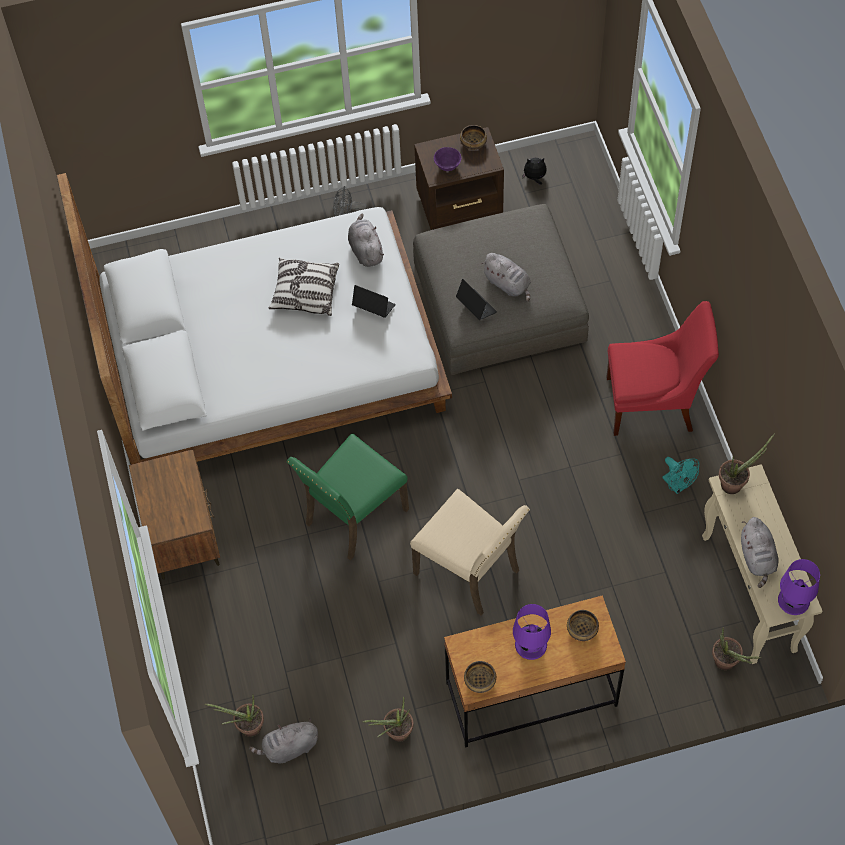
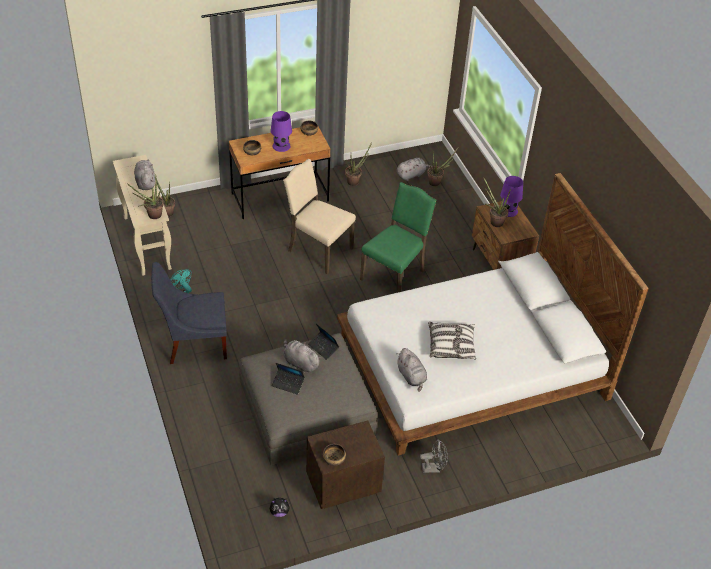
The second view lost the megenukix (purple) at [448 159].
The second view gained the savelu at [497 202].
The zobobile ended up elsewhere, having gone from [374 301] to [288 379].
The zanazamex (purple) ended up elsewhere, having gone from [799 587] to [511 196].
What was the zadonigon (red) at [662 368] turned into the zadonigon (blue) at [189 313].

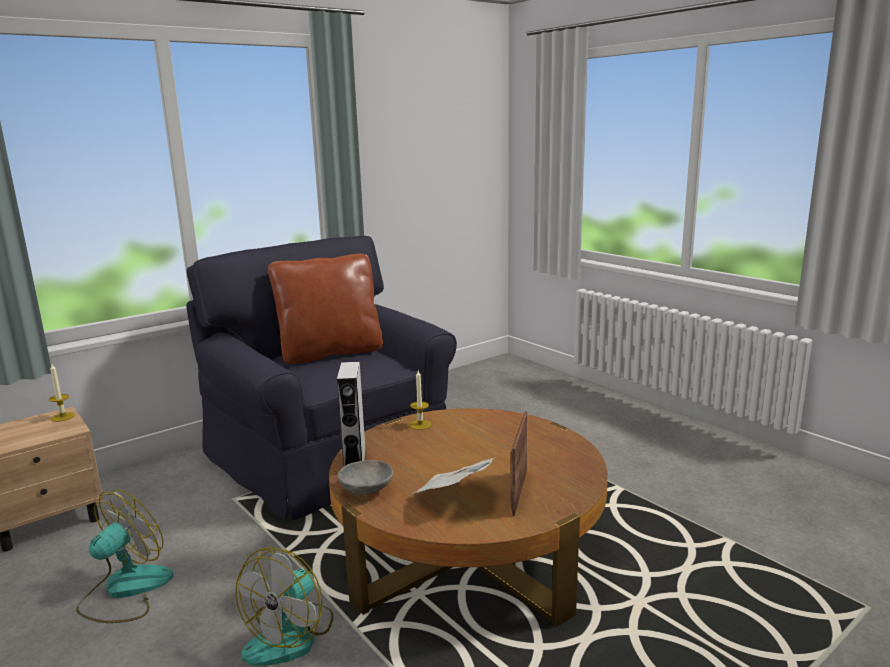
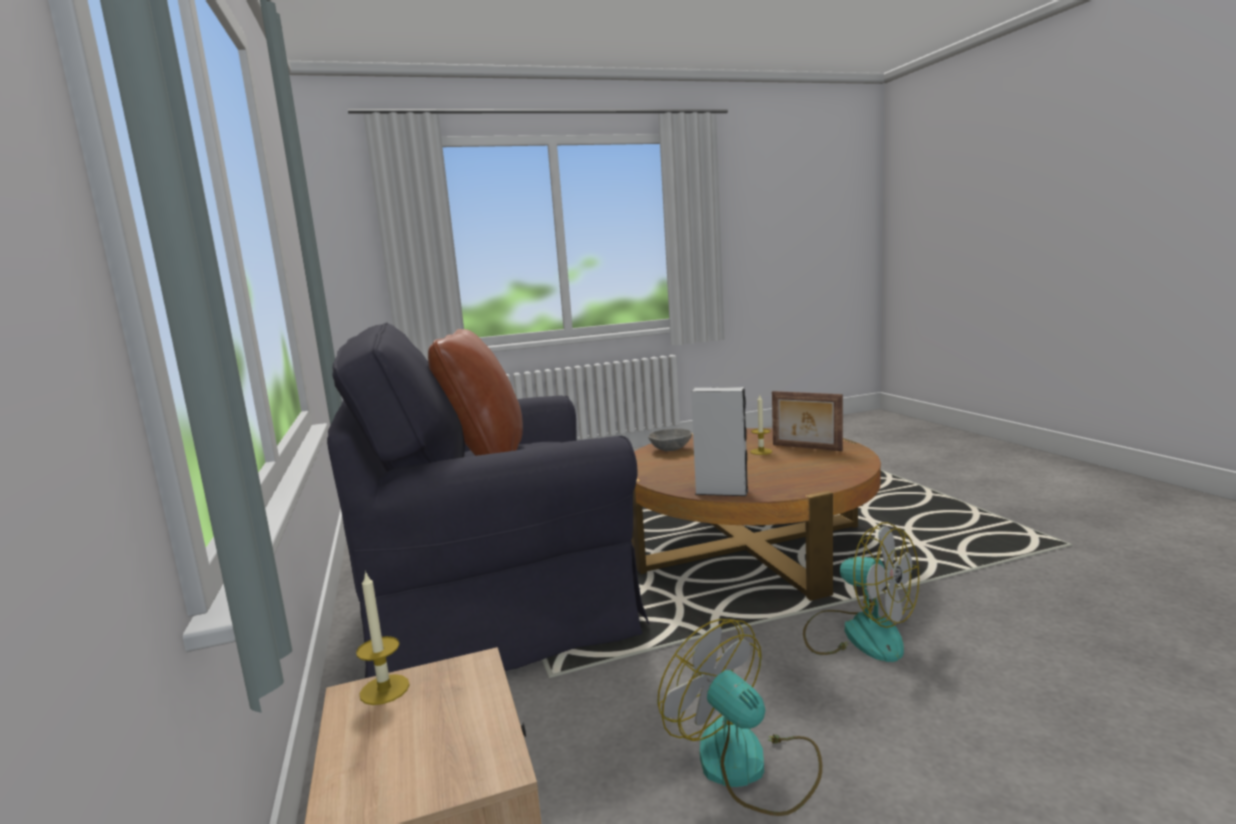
The second view lost the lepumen at [453 475].
The megenukix (grey) ended up elsewhere, having gone from [365 477] to [670 439].
The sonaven ended up elsewhere, having gone from [420 400] to [761 425].

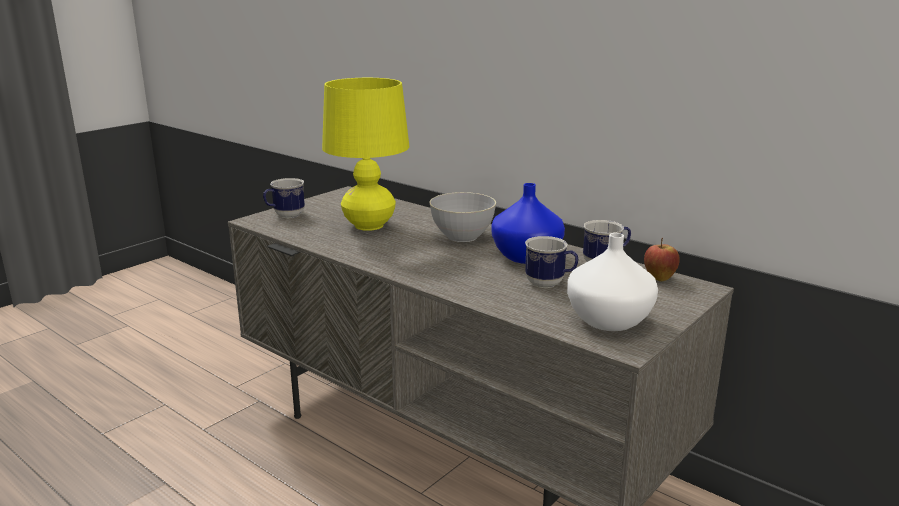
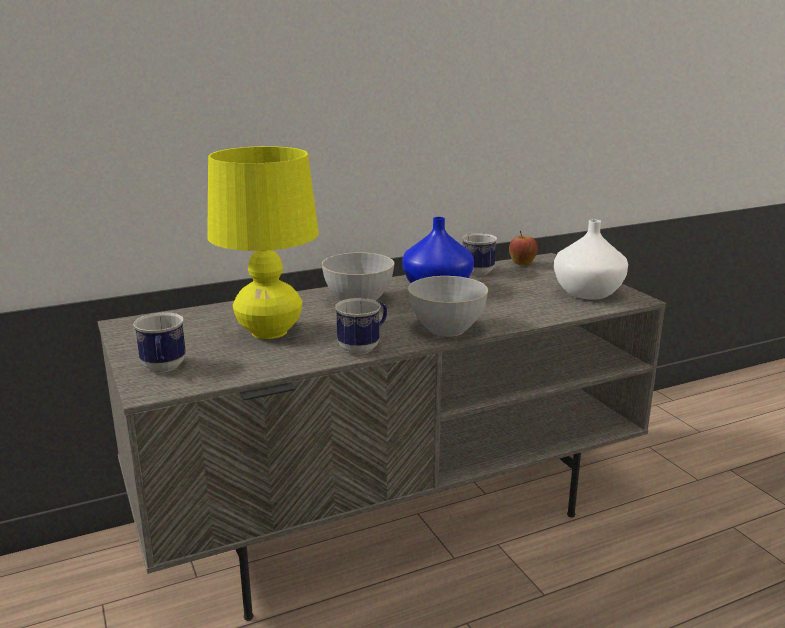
The second view gained the megenukix (grey) at [448 306].
The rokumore ended up elsewhere, having gone from [551 262] to [361 326].

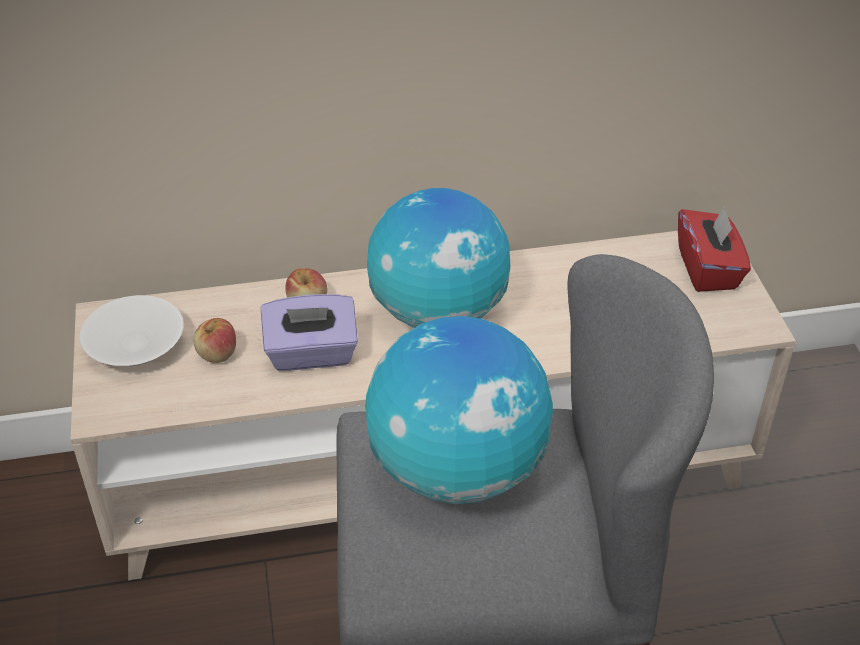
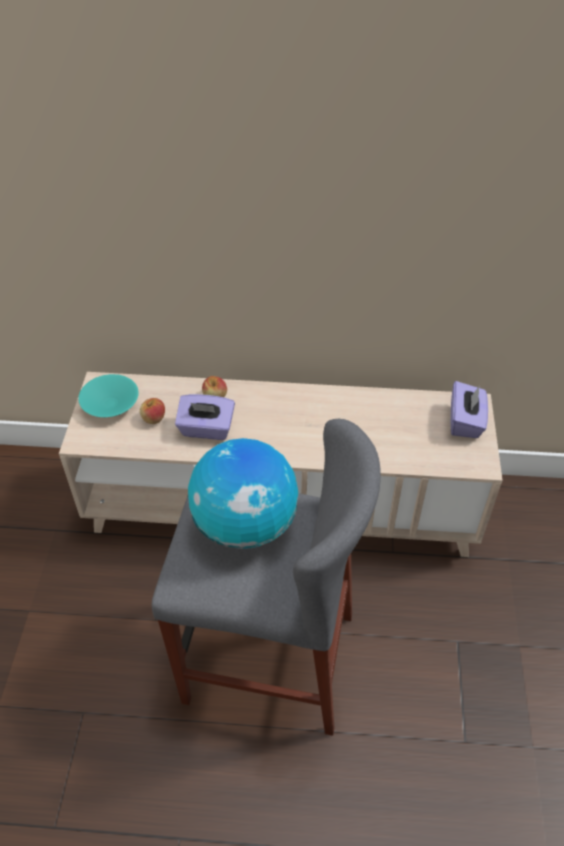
The second view lost the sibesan at [439 258].
What was the megenukix (white) at [132 330] turned into the megenukix (turquoise) at [108 395].
What was the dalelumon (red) at [714 249] turned into the dalelumon (purple) at [469 409].

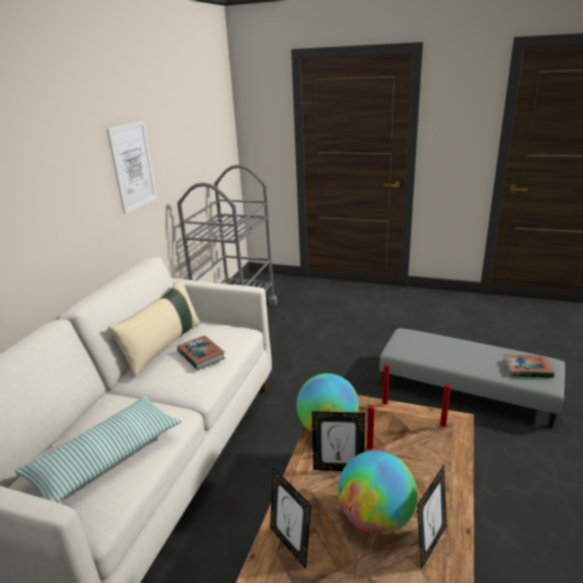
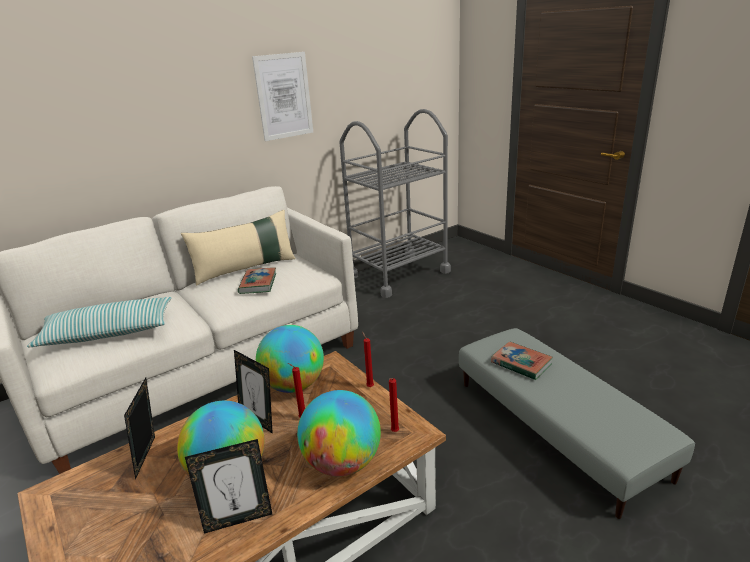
The second view gained the sibesan at [339 433].
The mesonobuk ended up elsewhere, having gone from [529 366] to [522 360].

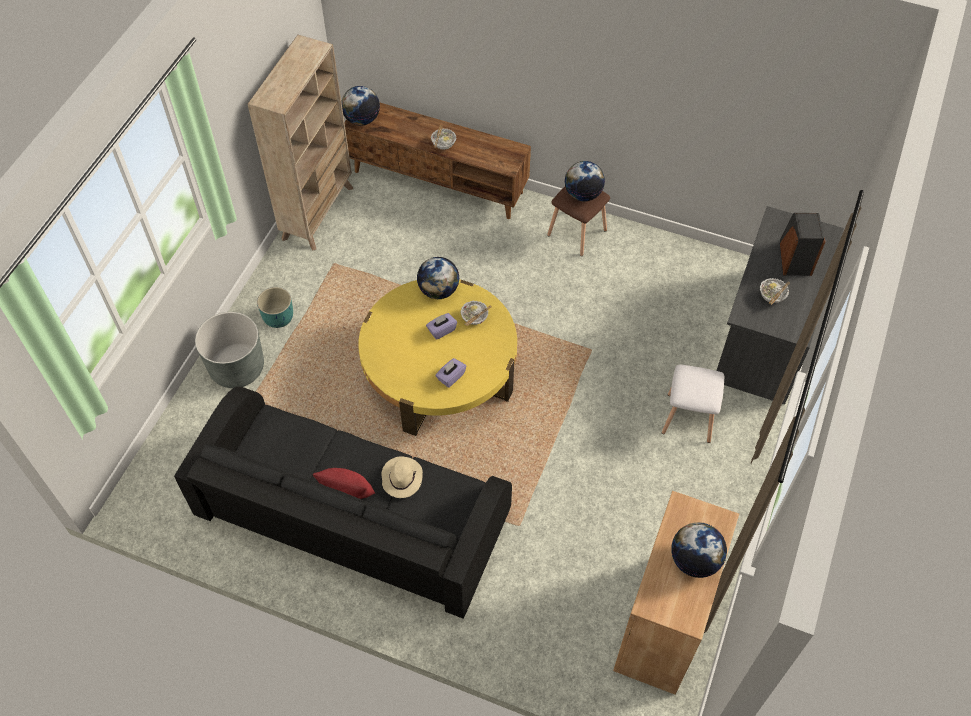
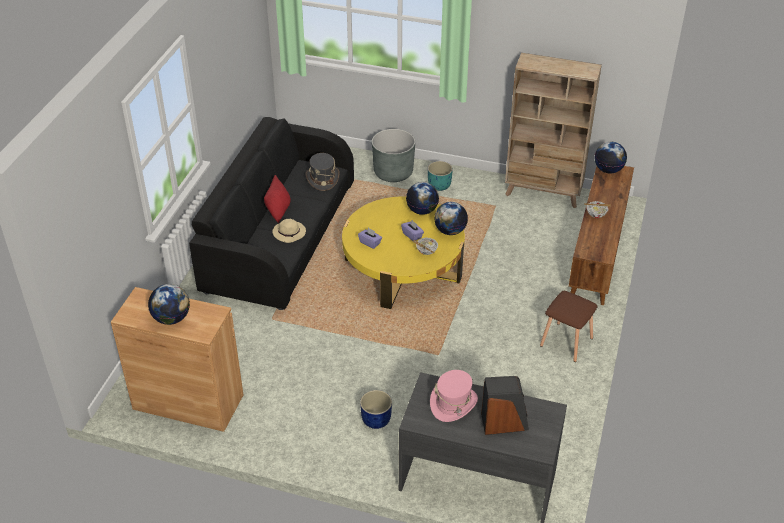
The second view gained the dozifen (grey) at [322 172].
The sibesan ended up elsewhere, having gone from [585 181] to [422 198].
Where the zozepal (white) stood at [693 403], the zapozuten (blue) came to stand at [376 409].
Where the megenukix stood at [775 291], the dozifen (pink) came to stand at [454 396].

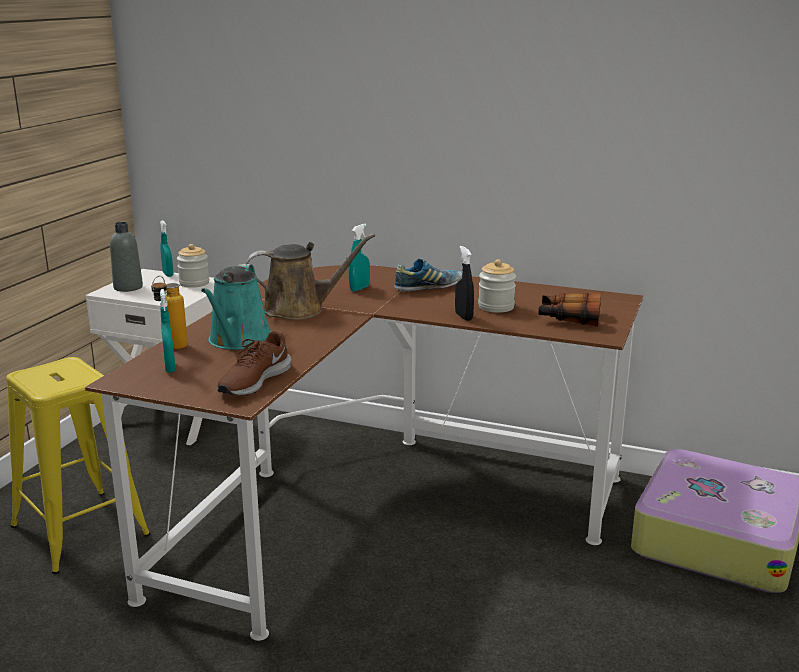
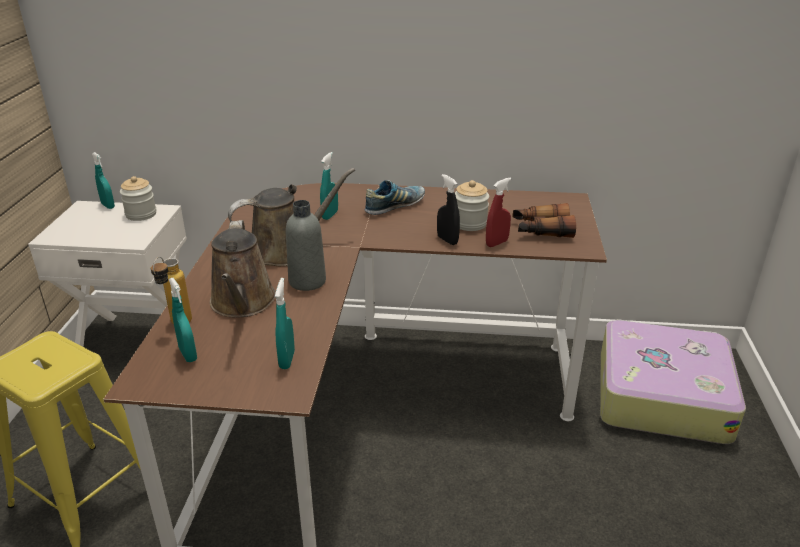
The second view gained the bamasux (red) at [498 212].
The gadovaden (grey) ended up elsewhere, having gone from [126 257] to [306 245].
Where the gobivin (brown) stood at [254 363], the bamasux (turquoise) came to stand at [285 323].
What was the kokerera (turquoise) at [236 307] turned into the kokerera (brown) at [243 269].

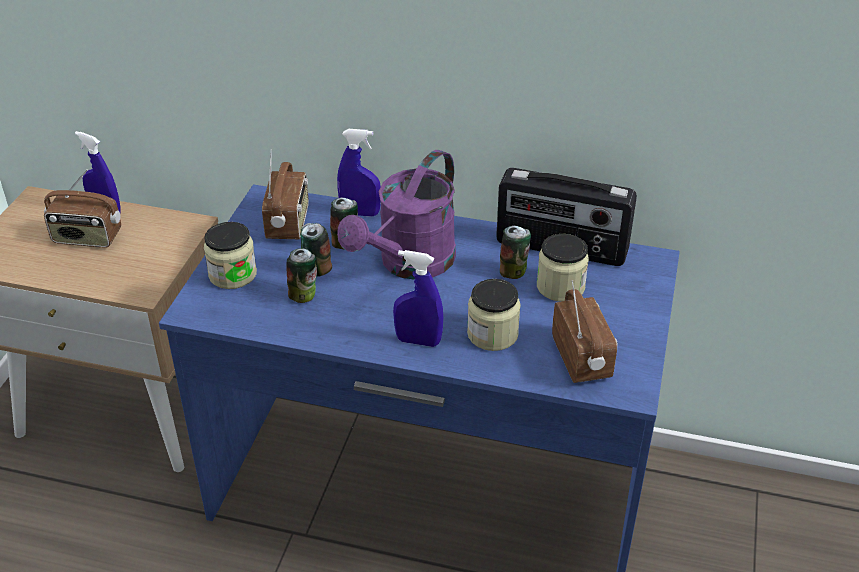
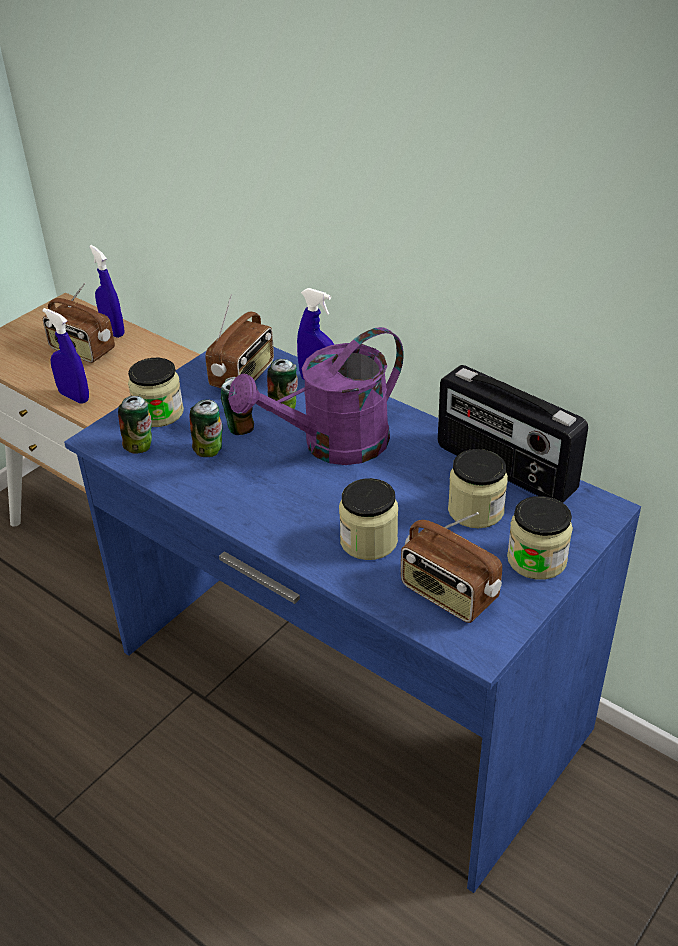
The second view gained the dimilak at [540 538].
The bamasux (blue) ended up elsewhere, having gone from [418 298] to [65 356].
The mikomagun ended up elsewhere, having gone from [515 252] to [135 425].
The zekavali at [584 332] ended up facing another way, 120 degrees clockwise from before.

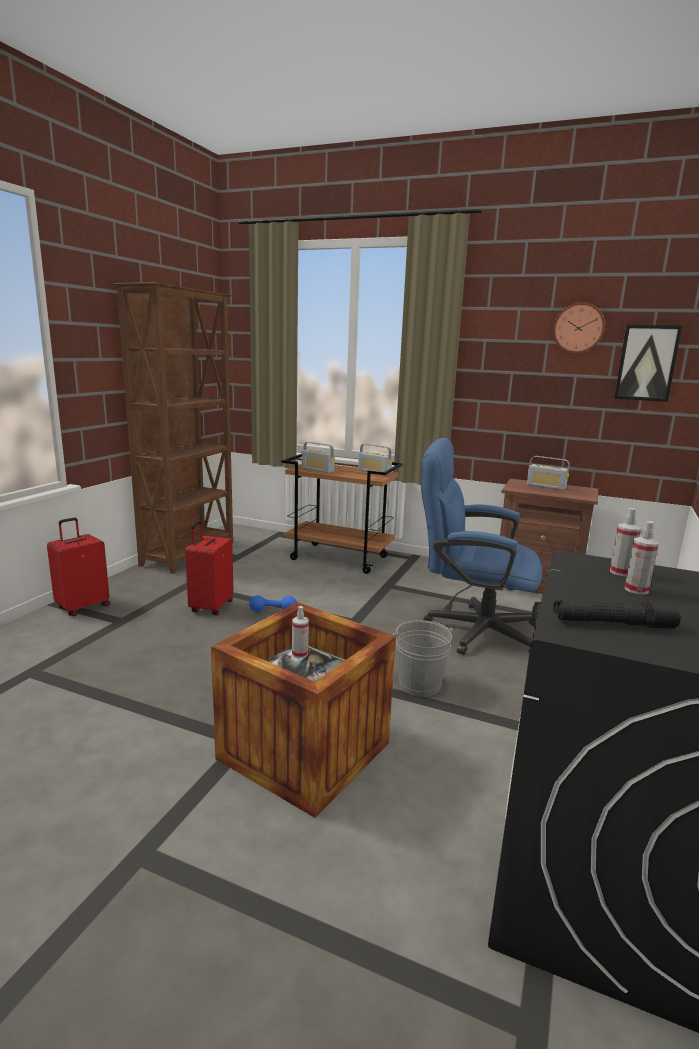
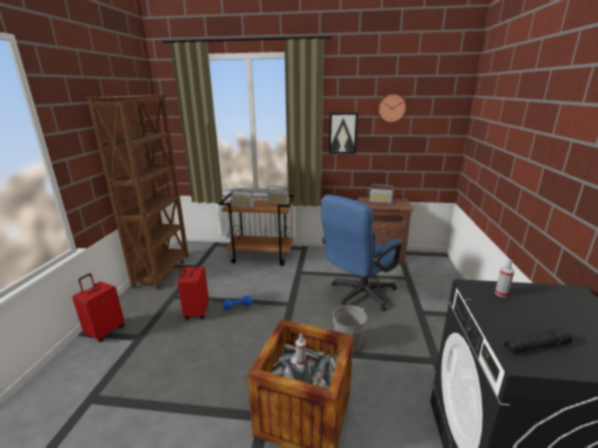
The second view lost the bamasux at [642 558].
The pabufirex ended up elsewhere, having gone from [648 363] to [343 133].
The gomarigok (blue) at [481 546] ended up facing another way, 45 degrees counterclockwise from before.

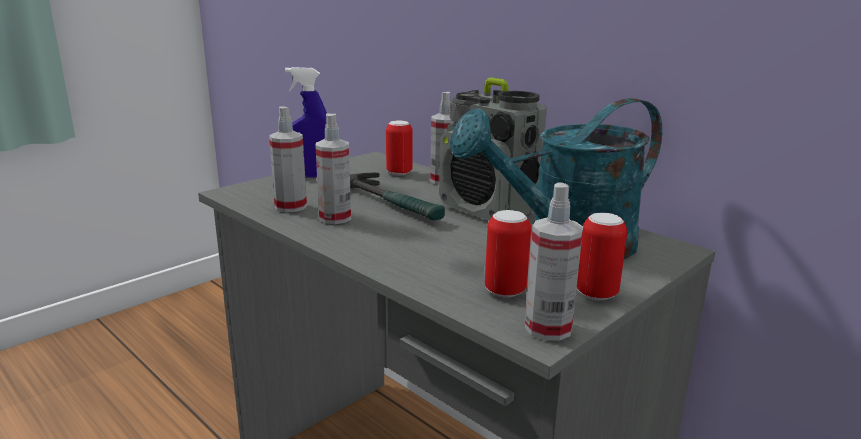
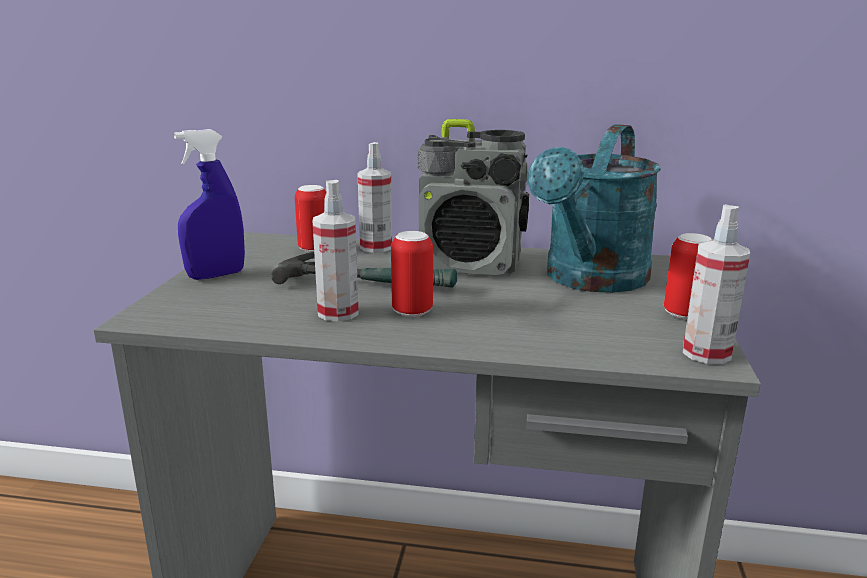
The second view lost the bamasux at [288 159].
The mikomagun ended up elsewhere, having gone from [508 254] to [412 274].

